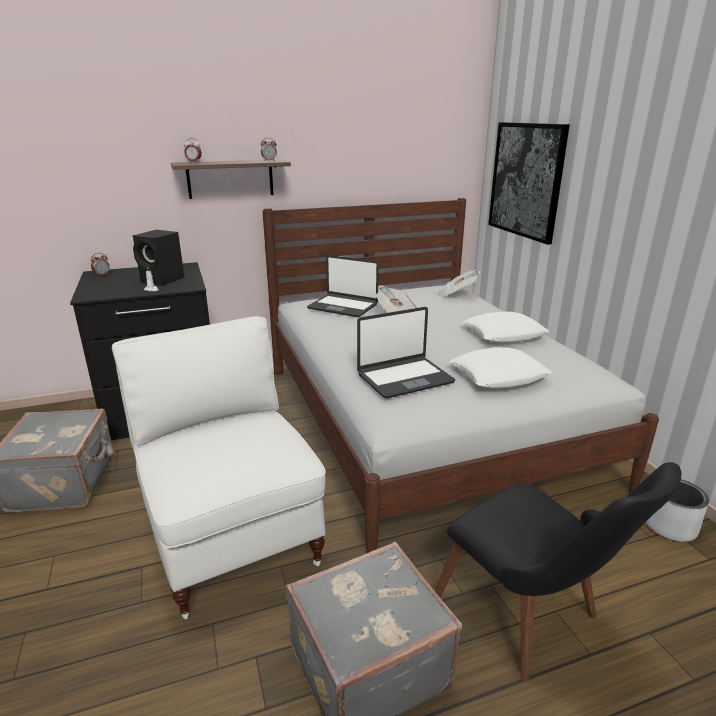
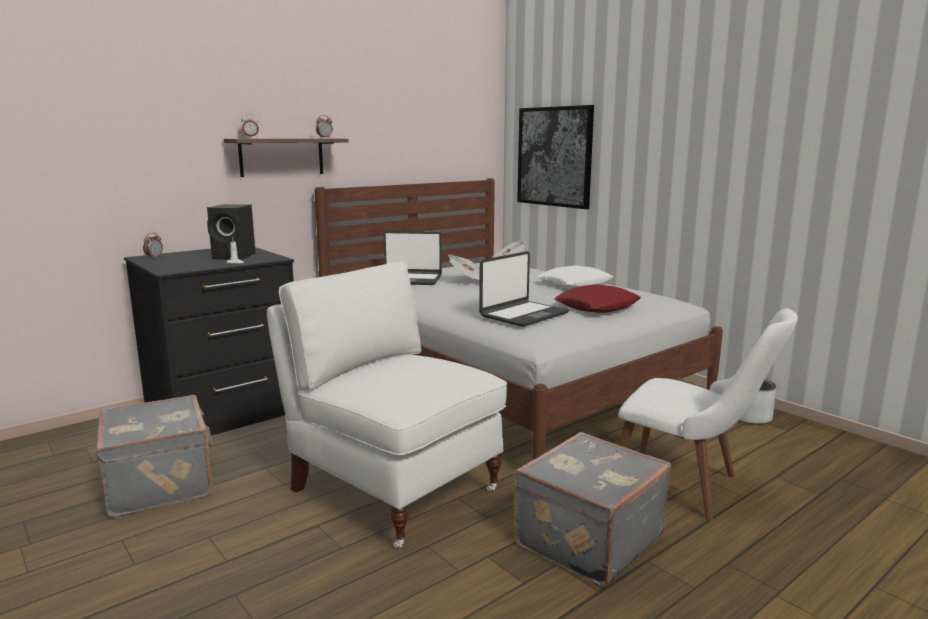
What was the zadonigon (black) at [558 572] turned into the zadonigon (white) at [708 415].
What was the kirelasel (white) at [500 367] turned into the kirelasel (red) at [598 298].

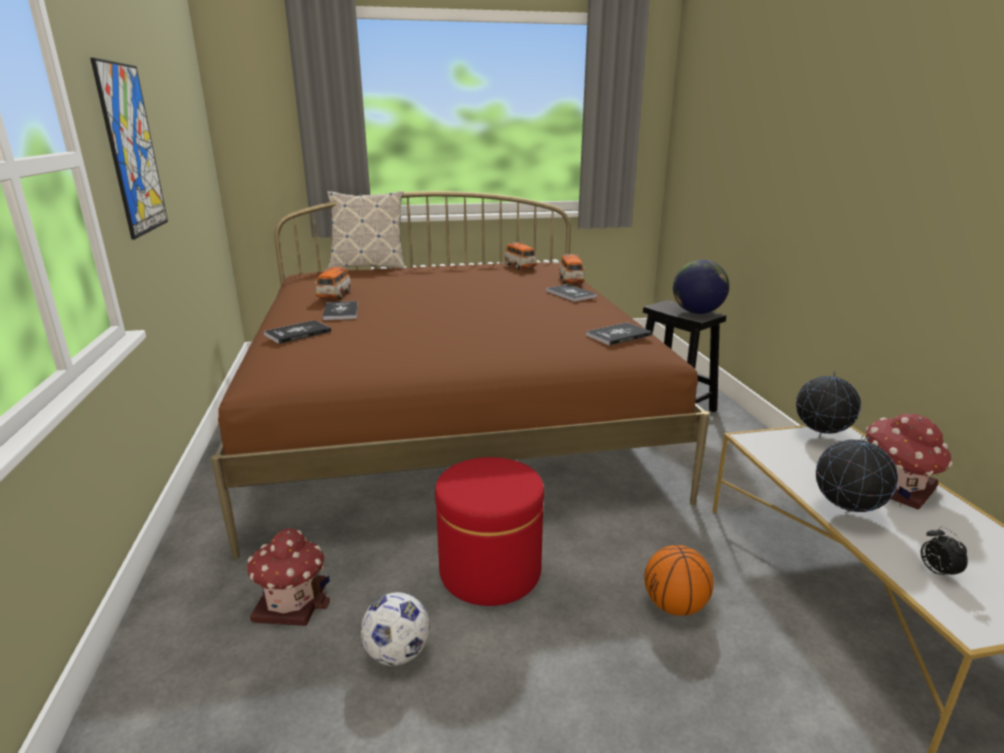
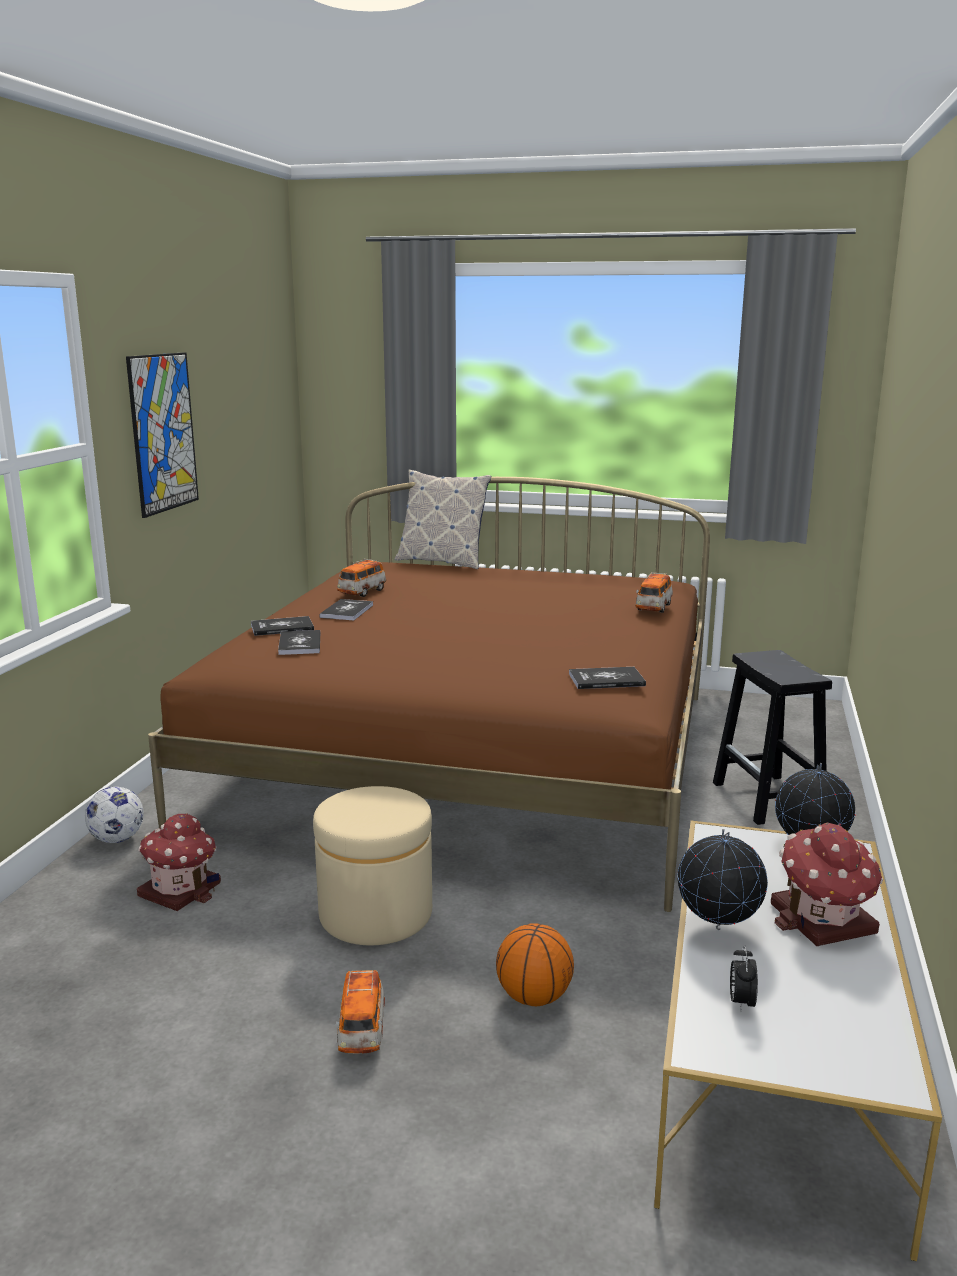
The second view lost the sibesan at [701 287].
The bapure ended up elsewhere, having gone from [395 629] to [114 815].
The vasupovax ended up elsewhere, having gone from [520 256] to [360 1012].
The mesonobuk ended up elsewhere, having gone from [571 293] to [299 642].
What was the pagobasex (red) at [489 531] turned into the pagobasex (beige) at [372 865].

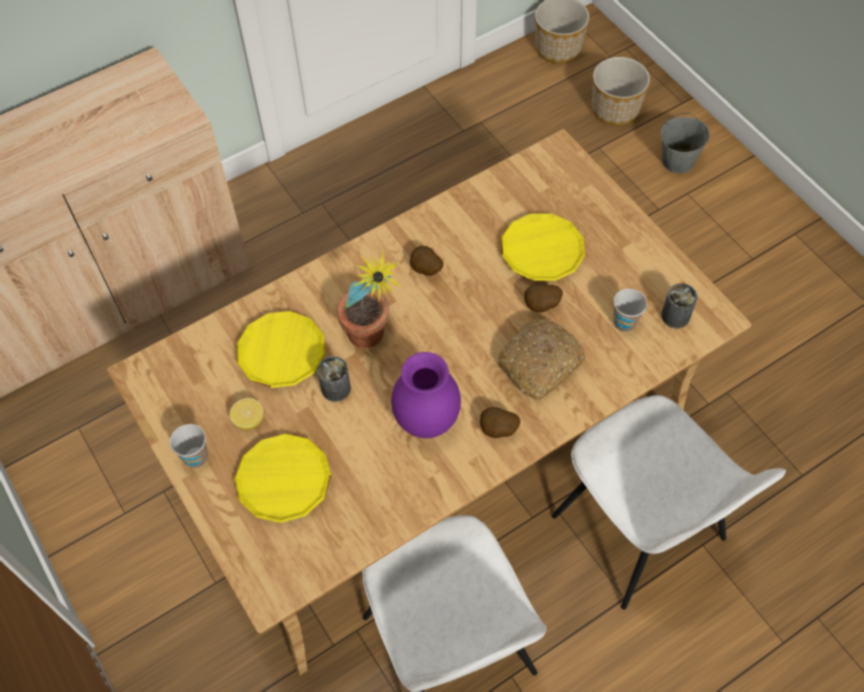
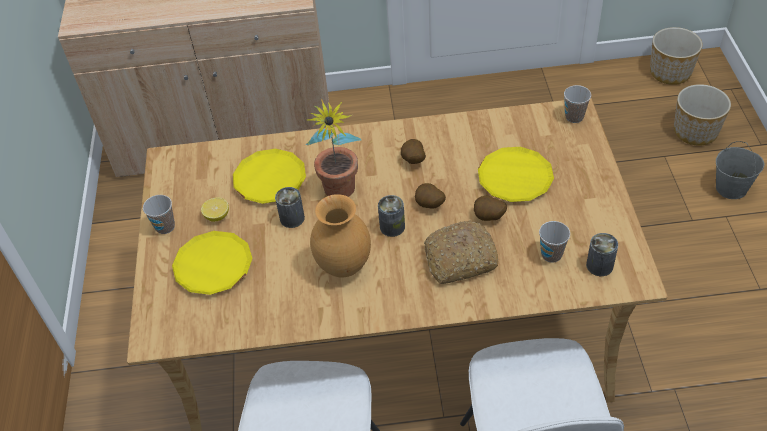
The second view gained the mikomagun at [391 216].
The second view gained the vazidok at [577 104].
The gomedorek ended up elsewhere, having gone from [500 422] to [430 196].
What was the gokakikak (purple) at [426 395] turned into the gokakikak (brown) at [340 235].

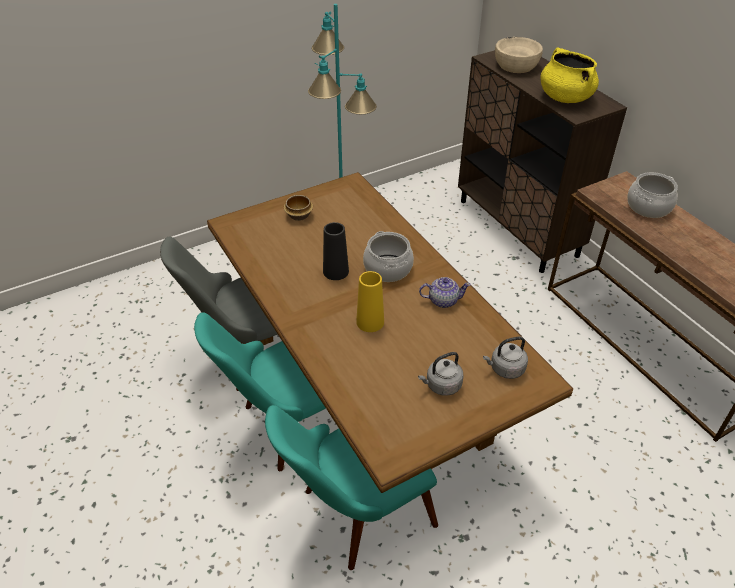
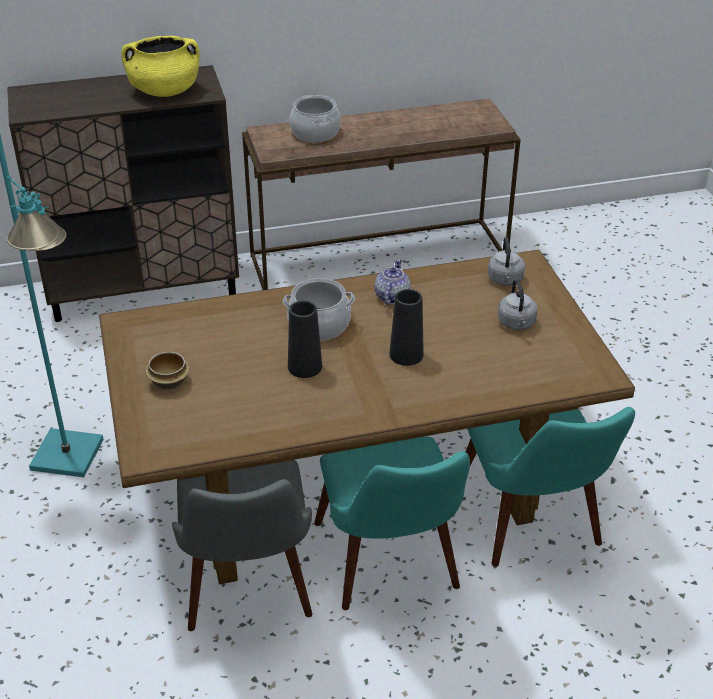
The second view lost the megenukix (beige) at [519 55].
What was the gokakikak (yellow) at [370 301] turned into the gokakikak (black) at [407 327].

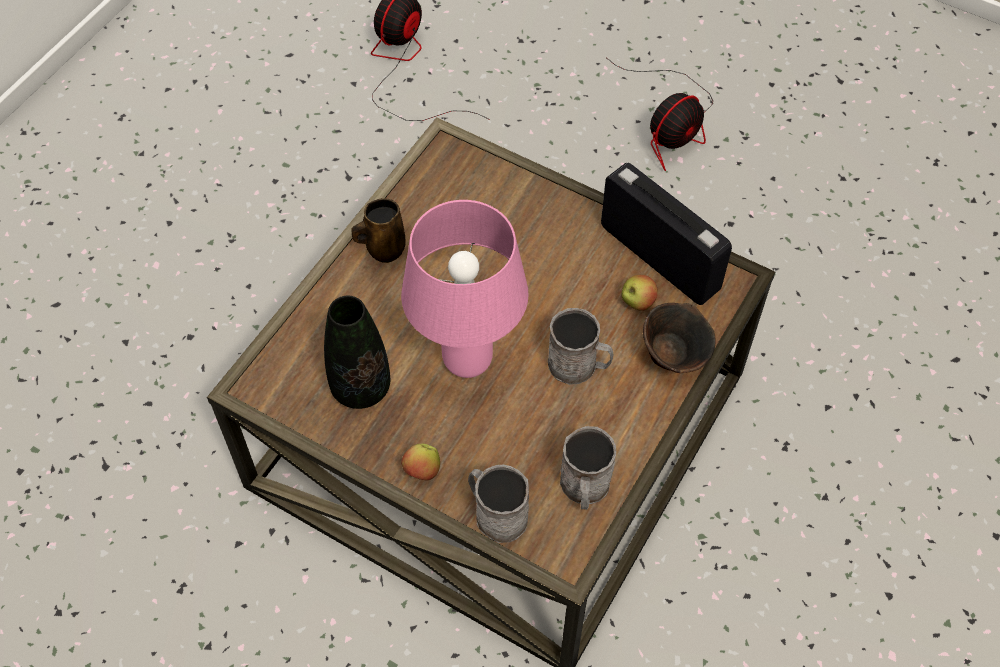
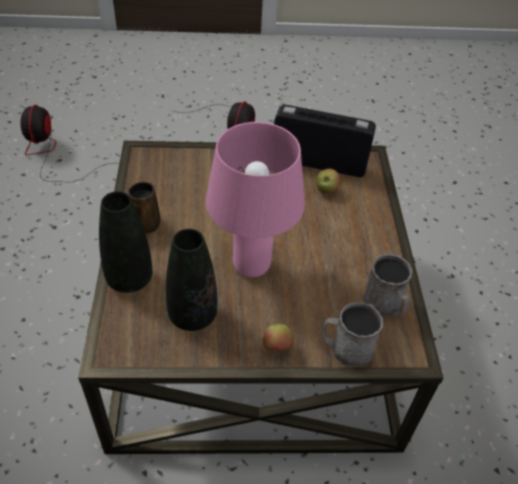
The second view lost the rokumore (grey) at [580 346].
The second view lost the megenukix (brown) at [679 338].
The second view gained the gokakikak (black) at [125 242].

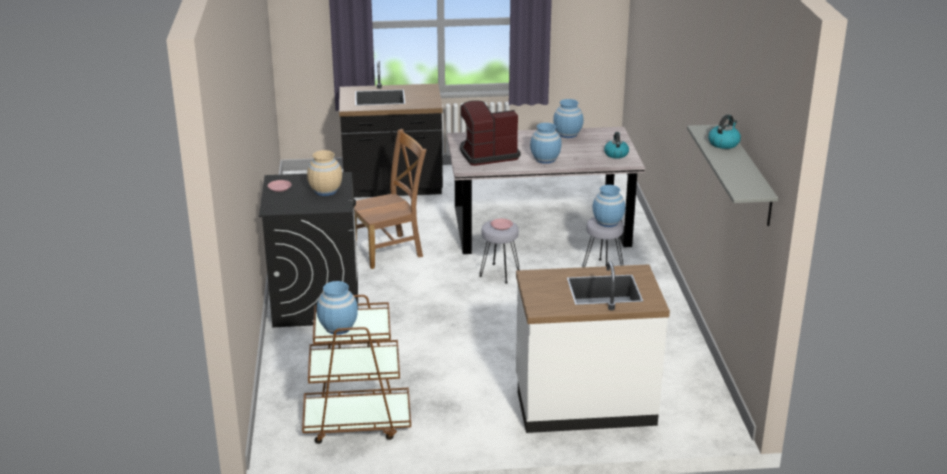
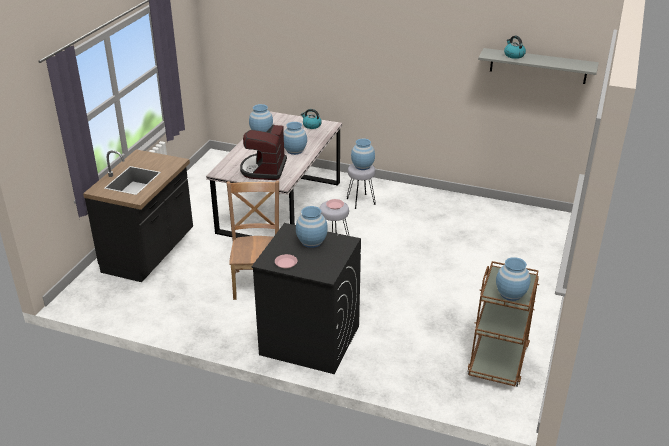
The second view lost the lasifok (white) at [593 347].
What was the gokakikak (beige) at [324 173] turned into the gokakikak (blue) at [312 227].

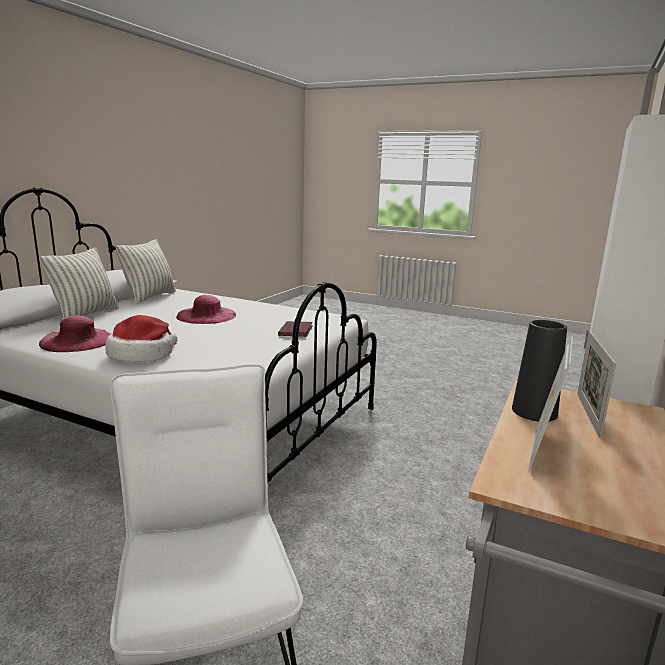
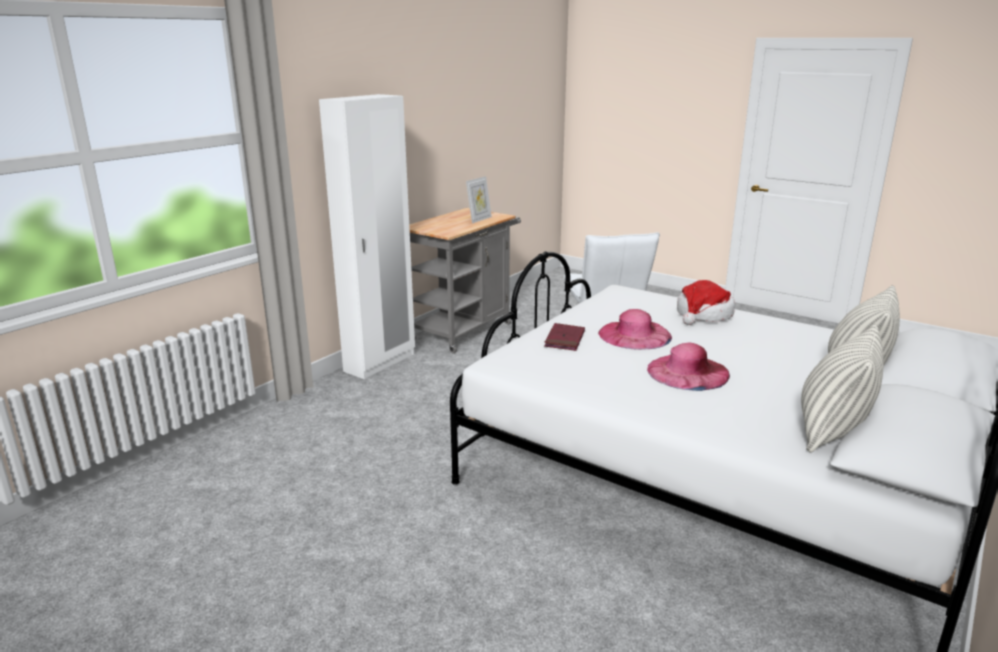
The second view lost the gokakikak (black) at [539 370].
The second view lost the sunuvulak at [596 384].
The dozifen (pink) ended up elsewhere, having gone from [75 333] to [635 329].

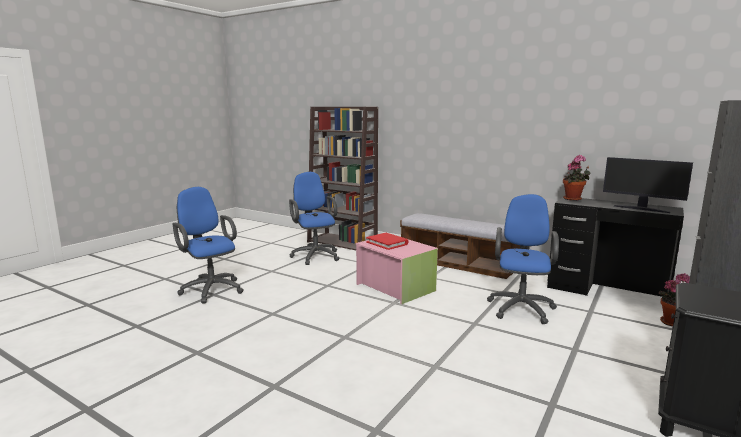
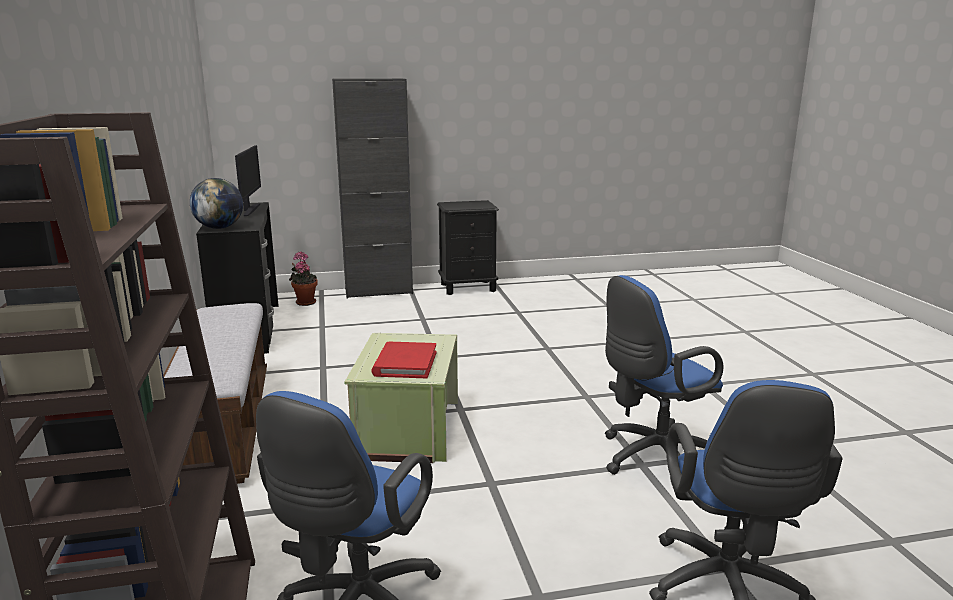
The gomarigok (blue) ended up elsewhere, having gone from [523 259] to [664 375].
Where the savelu stood at [577 178], the sibesan came to stand at [216 203].
What was the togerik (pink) at [397 271] turned into the togerik (green) at [401 398].

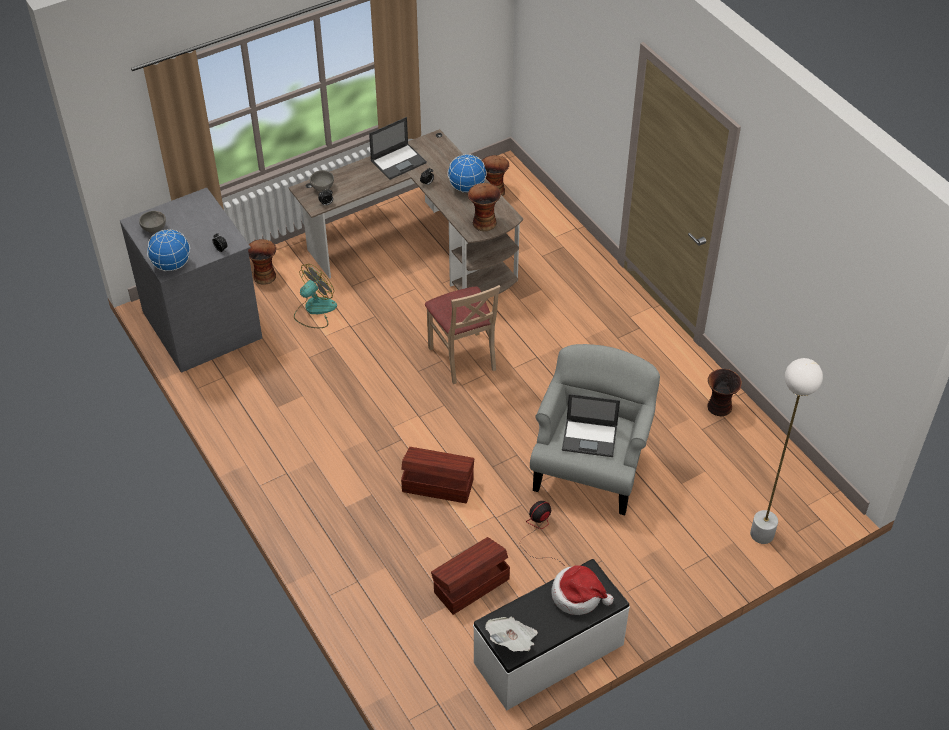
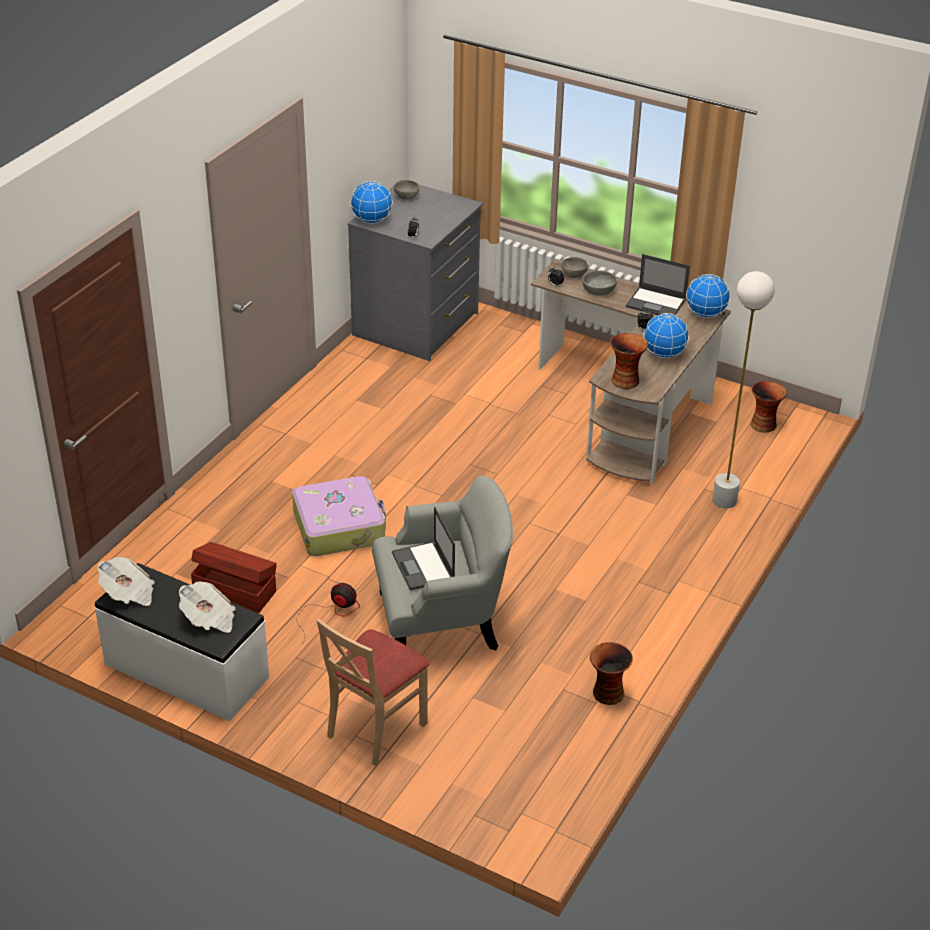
The second view lost the gokakikak at [262 262].
The second view lost the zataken at [315 296].
The second view gained the megenukix (grey) at [599 283].
The second view gained the sibesan at [708 296].
The zadonigon (beige) ended up elsewhere, having gone from [462 334] to [373 692].
The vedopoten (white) ended up elsewhere, having gone from [786 451] to [743 389].
Where the togerik (brown) stood at [437 475], the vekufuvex came to stand at [339 516].
Where the dozifen stood at [582 590], the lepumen came to stand at [207 607].

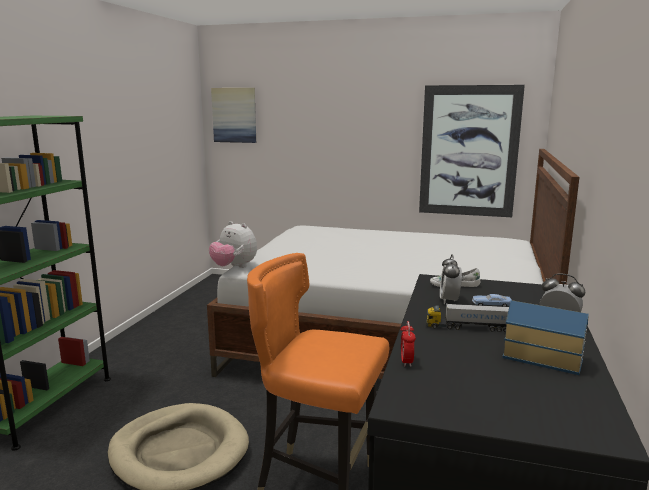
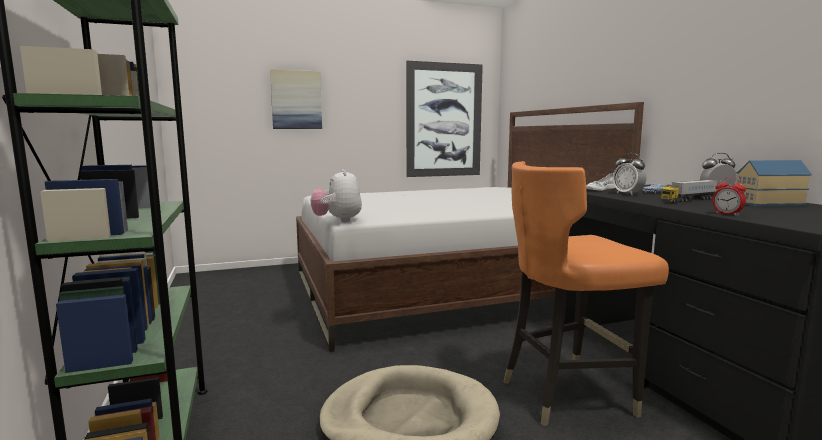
The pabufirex ended up elsewhere, having gone from [233 115] to [296 99].
The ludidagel at [233 244] ended up facing another way, 75 degrees clockwise from before.

